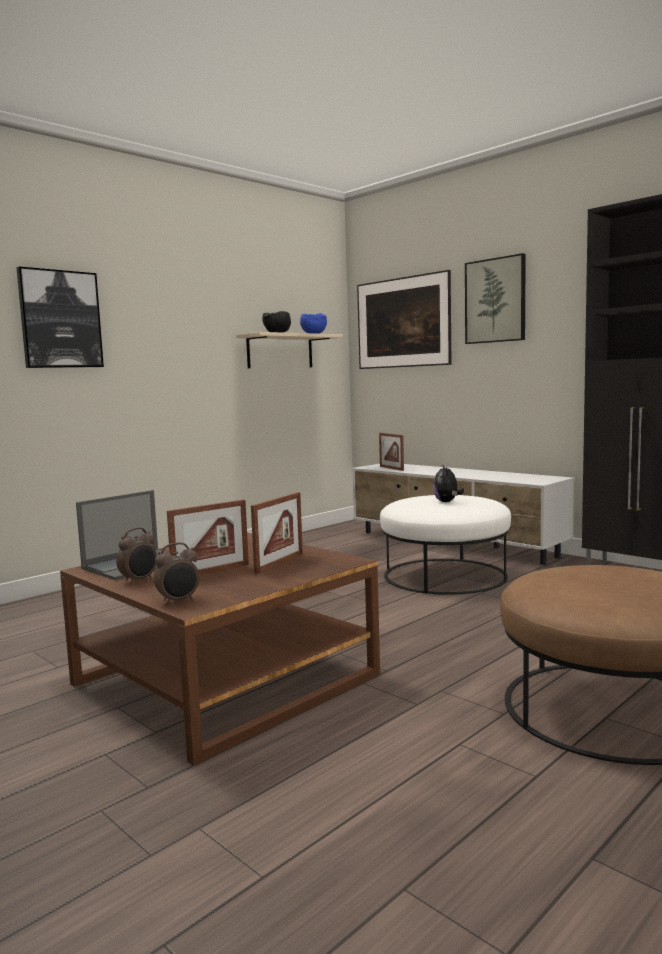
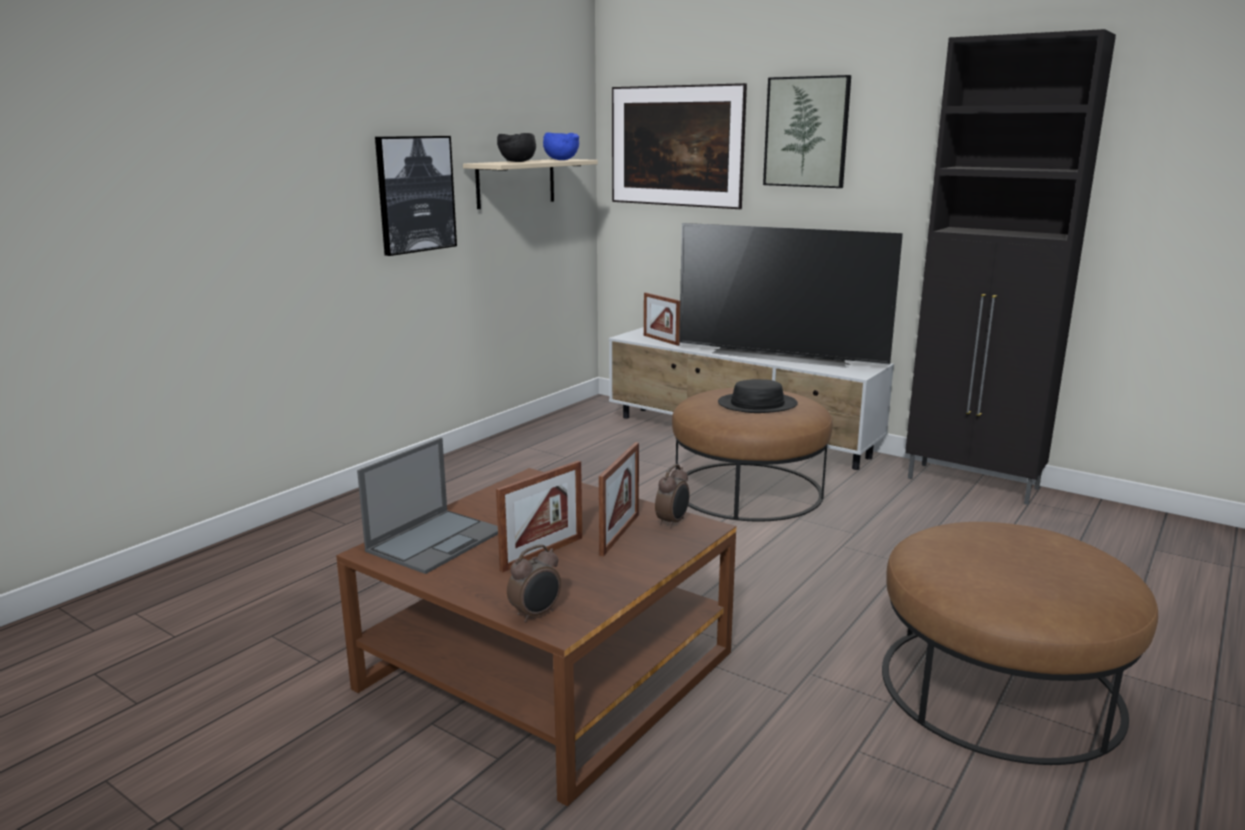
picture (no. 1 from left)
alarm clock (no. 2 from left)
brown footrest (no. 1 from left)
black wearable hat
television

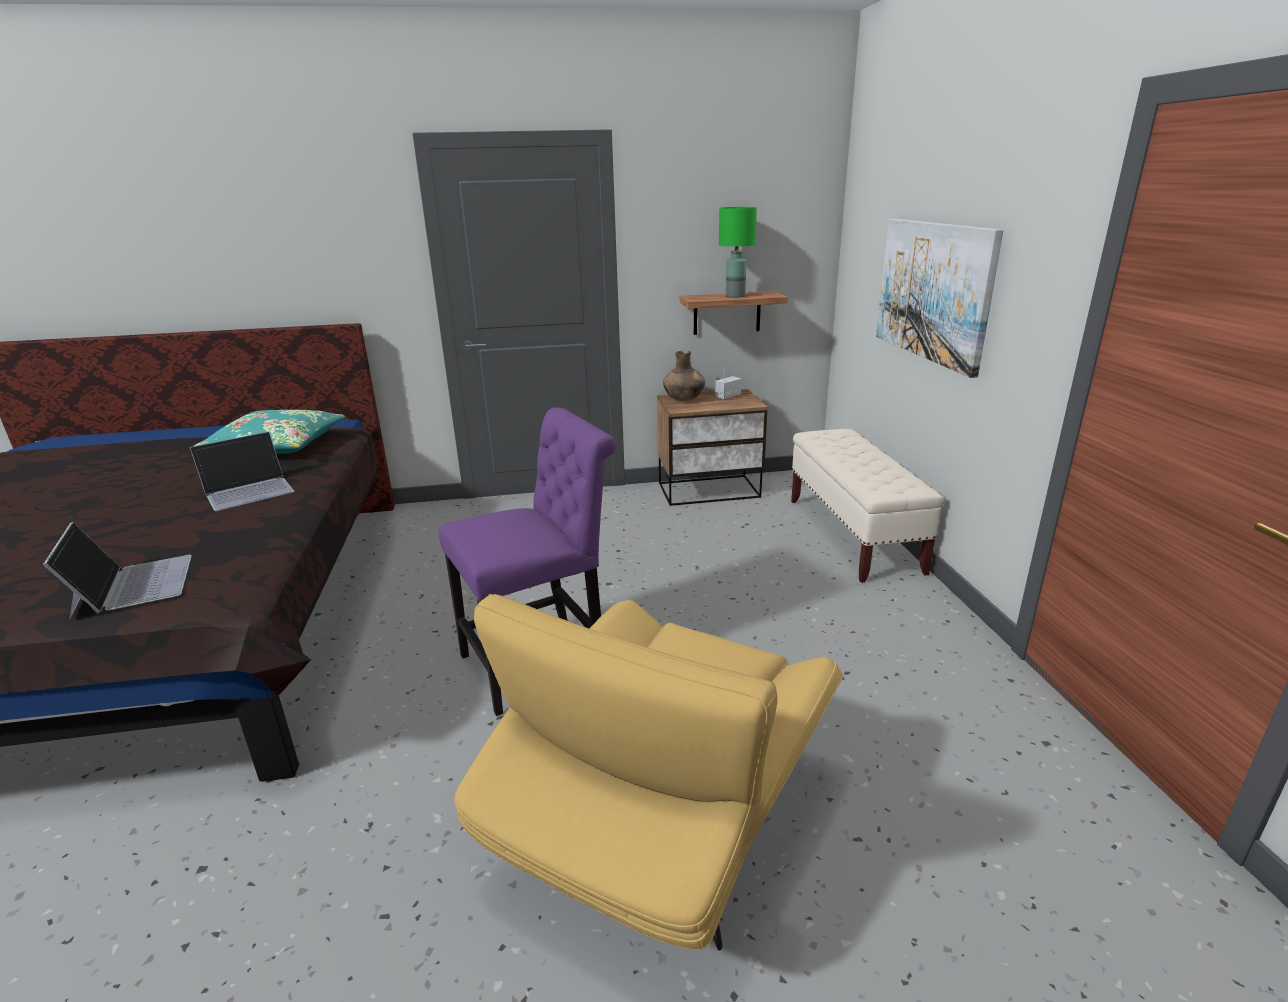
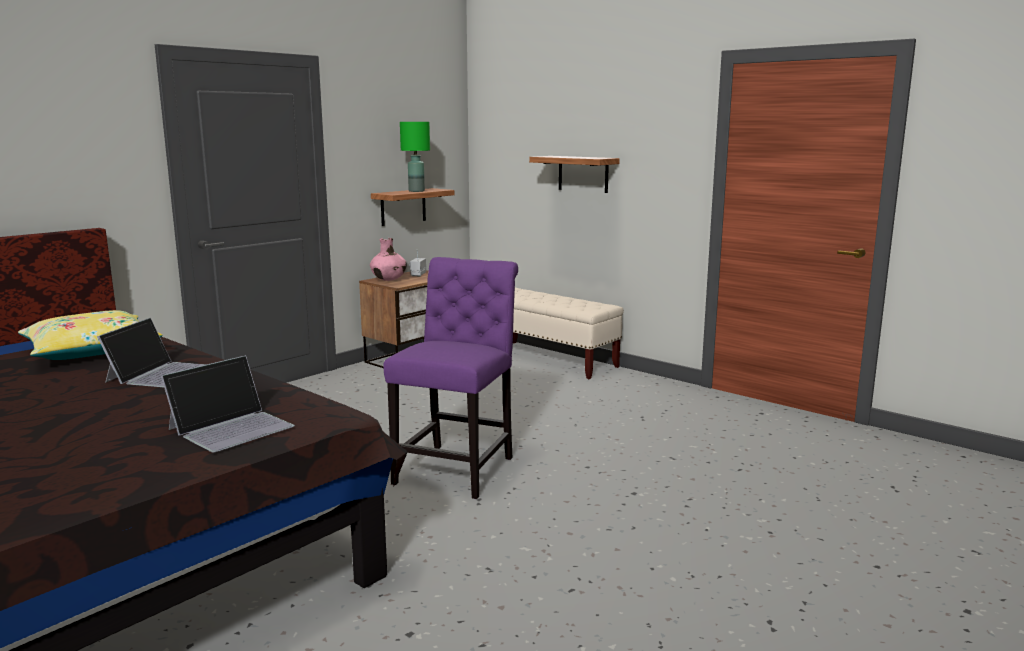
laptop (no. 2 from left)
yellowish pillow
yellowish easy chair
pink decorative vase
bracket shelf (no. 2 from left)

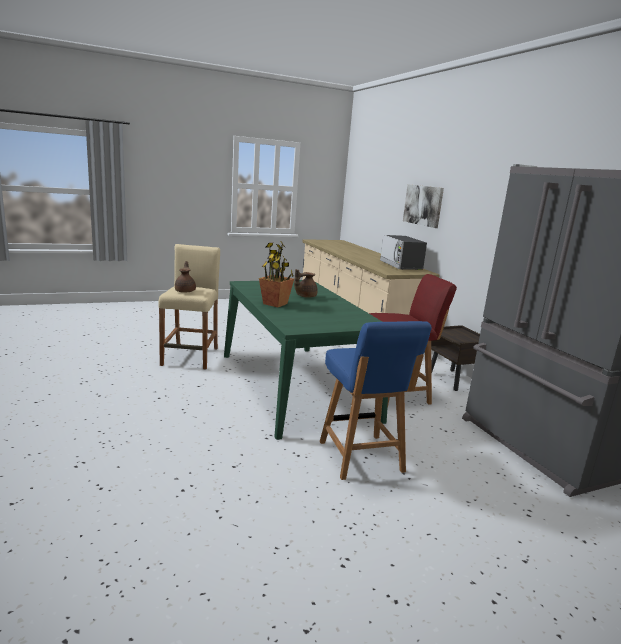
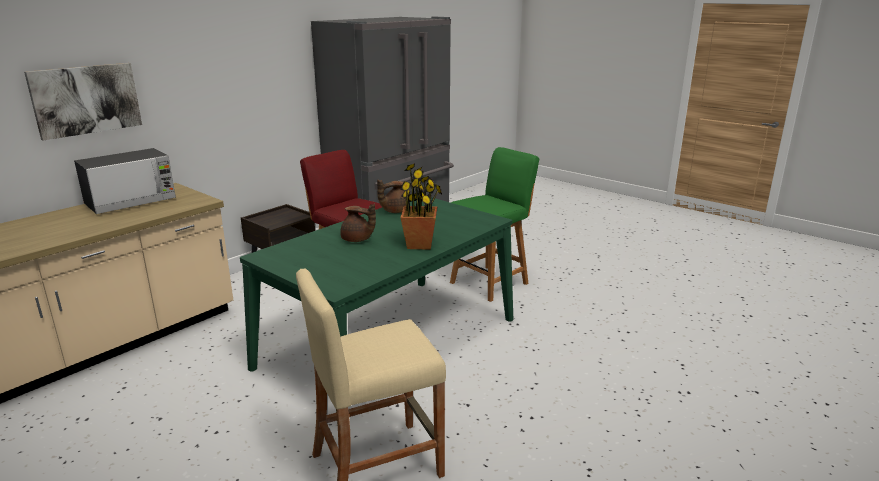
brown tea pot (no. 2 from left)
greenish chair

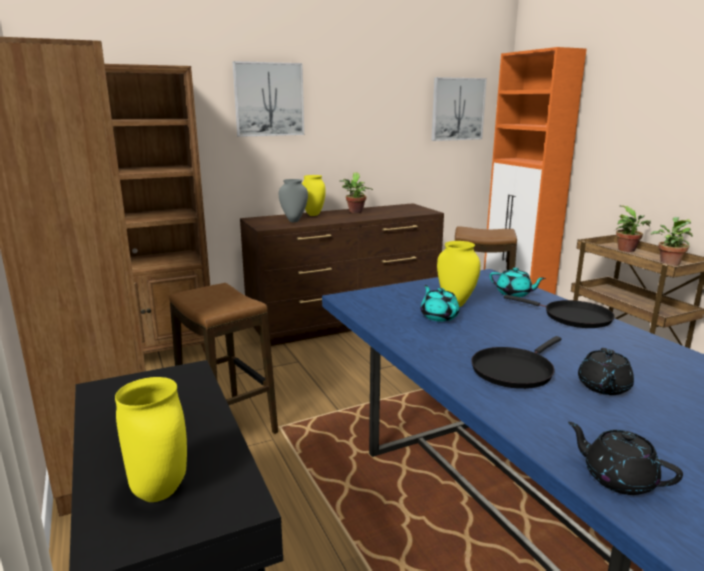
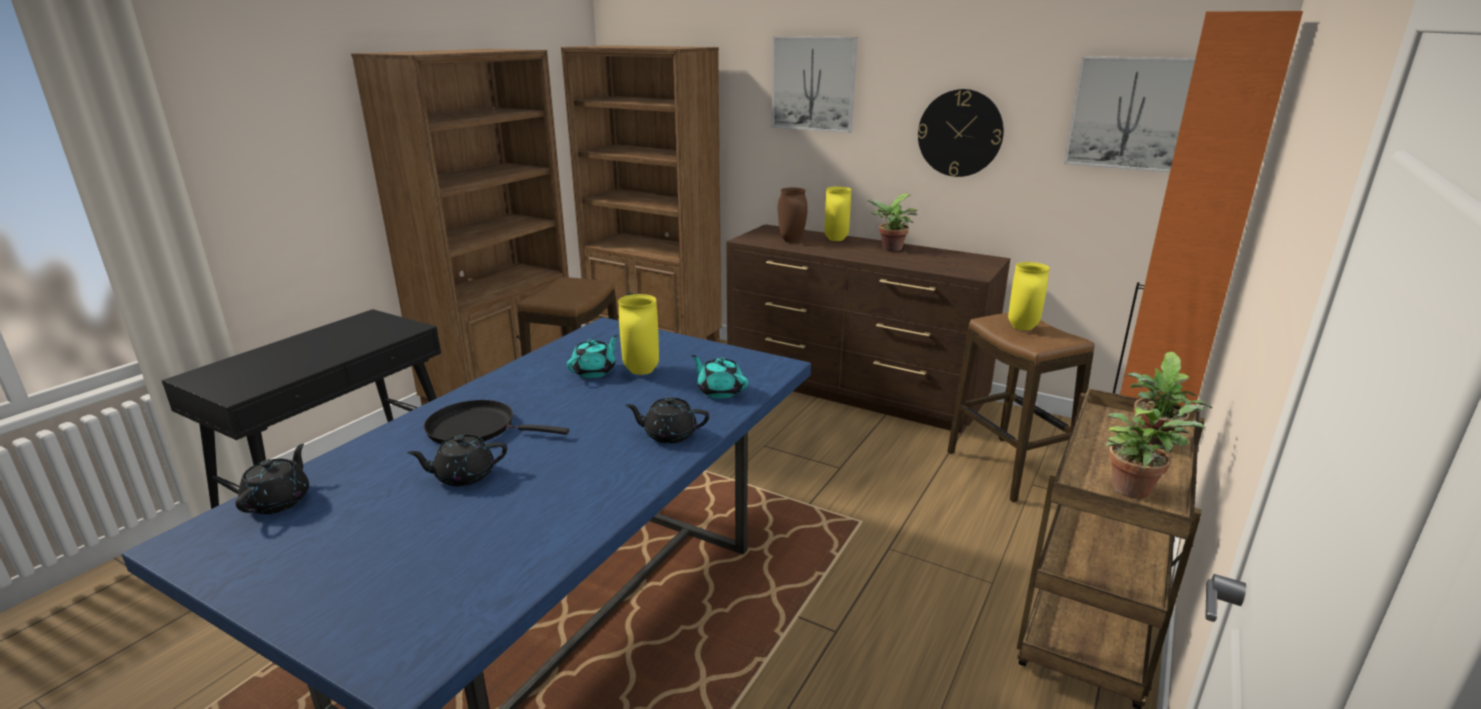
yellowish decorative vase (no. 3 from left)
brown decorative vase
blue-green tea pot (no. 2 from left)
black tea pot (no. 3 from left)
wall clock

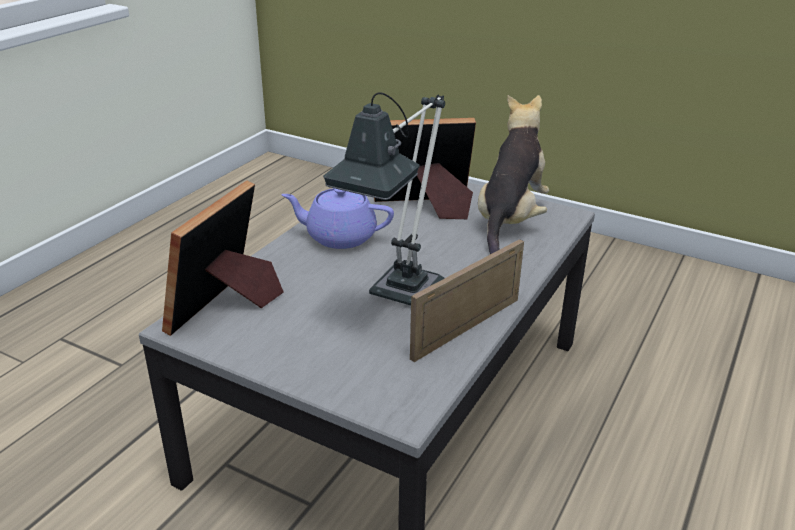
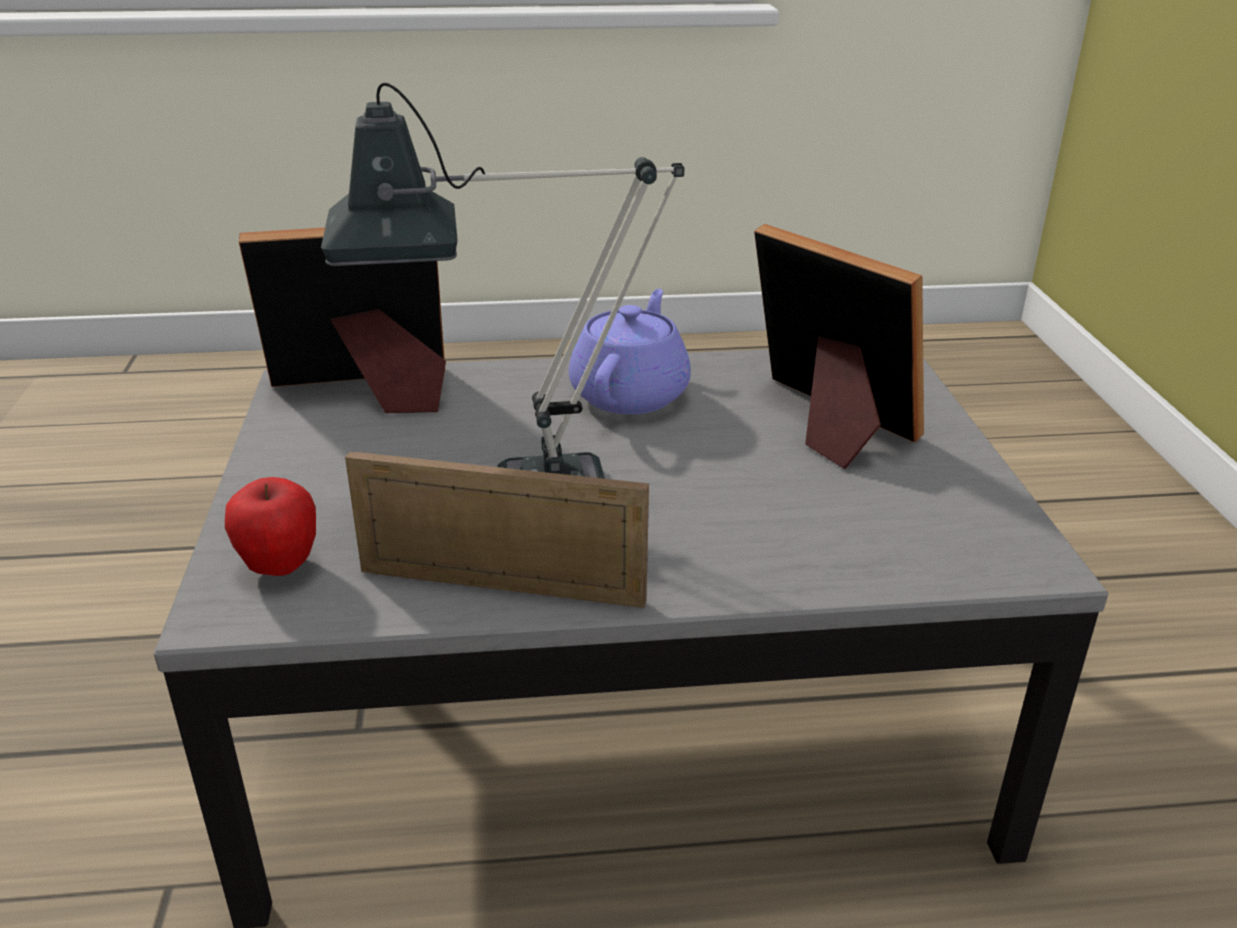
purple tea pot
plush toy
apple

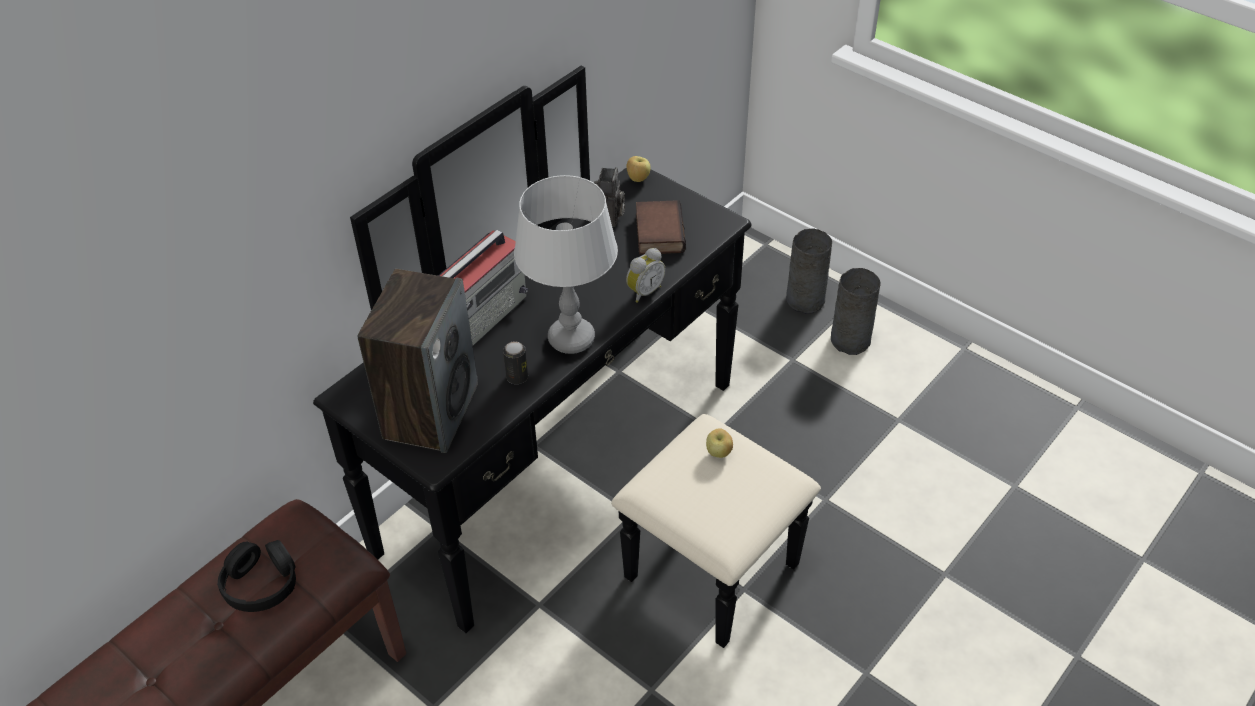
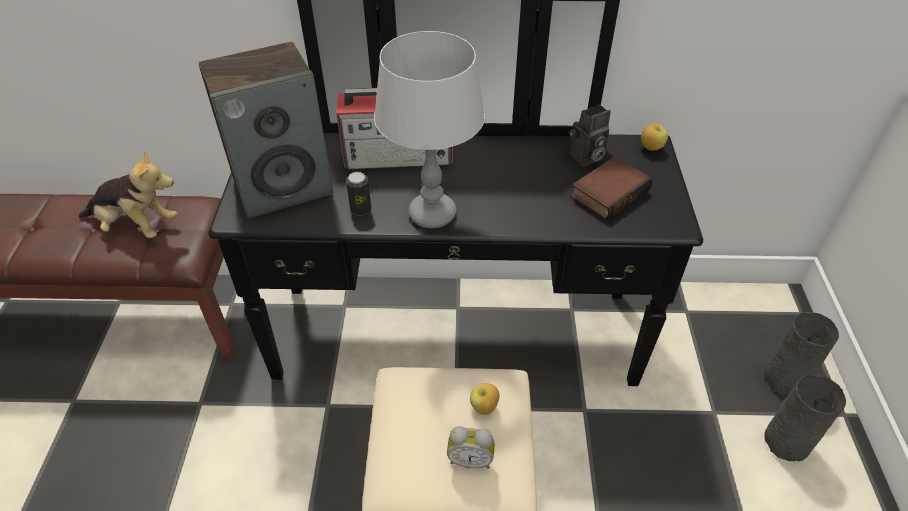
plush toy
alarm clock

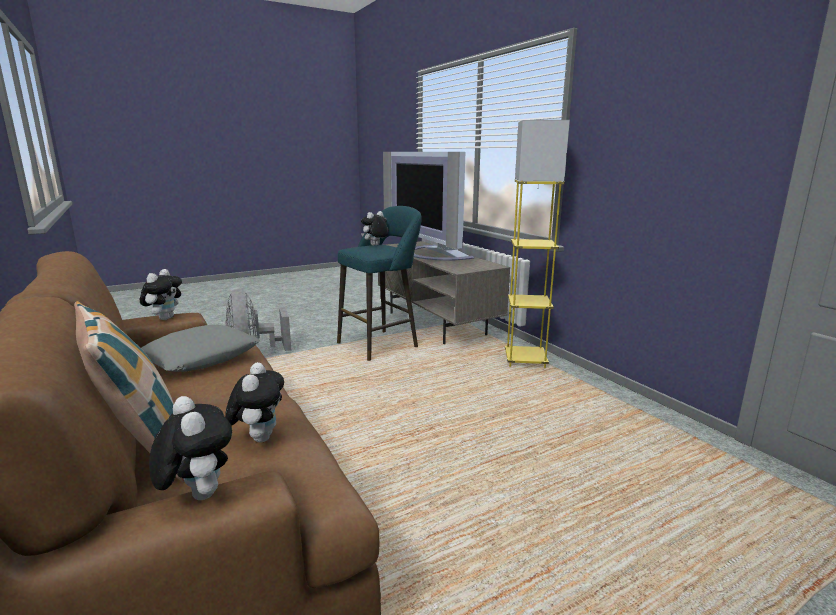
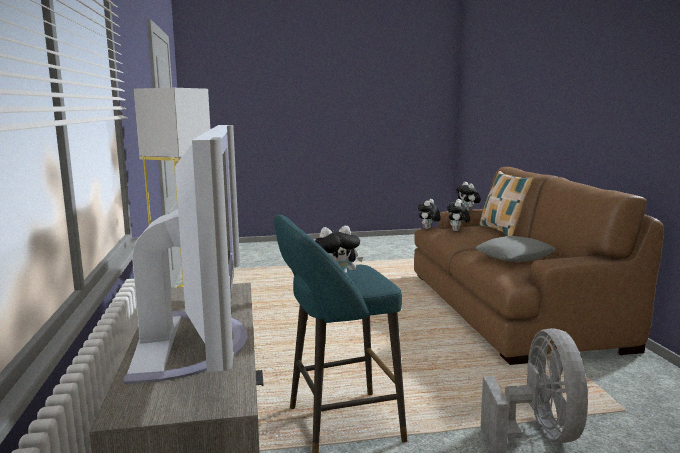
plush toy (no. 2 from left)

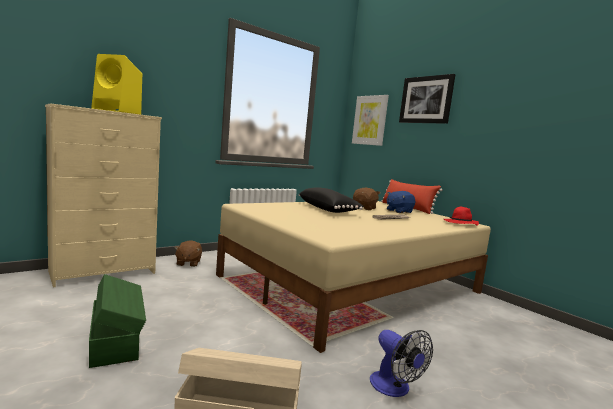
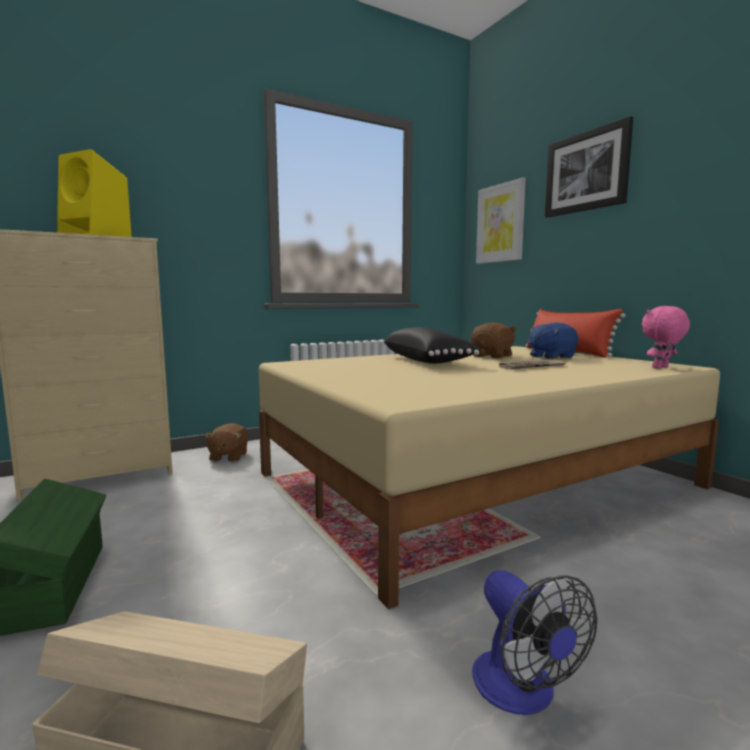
pink plush toy

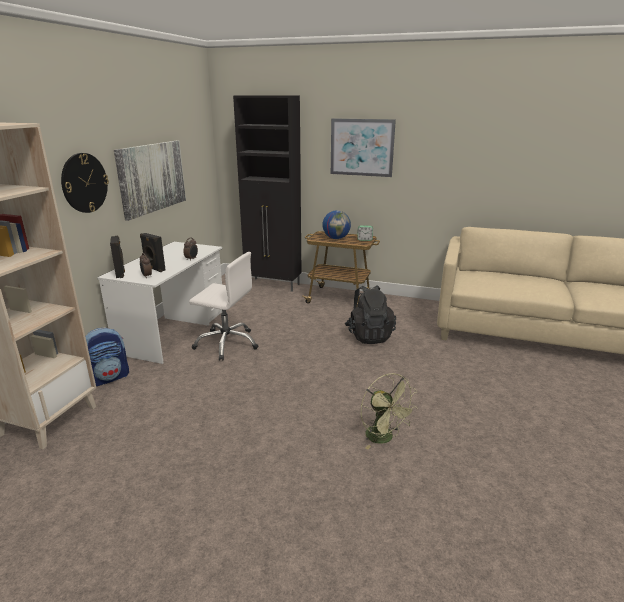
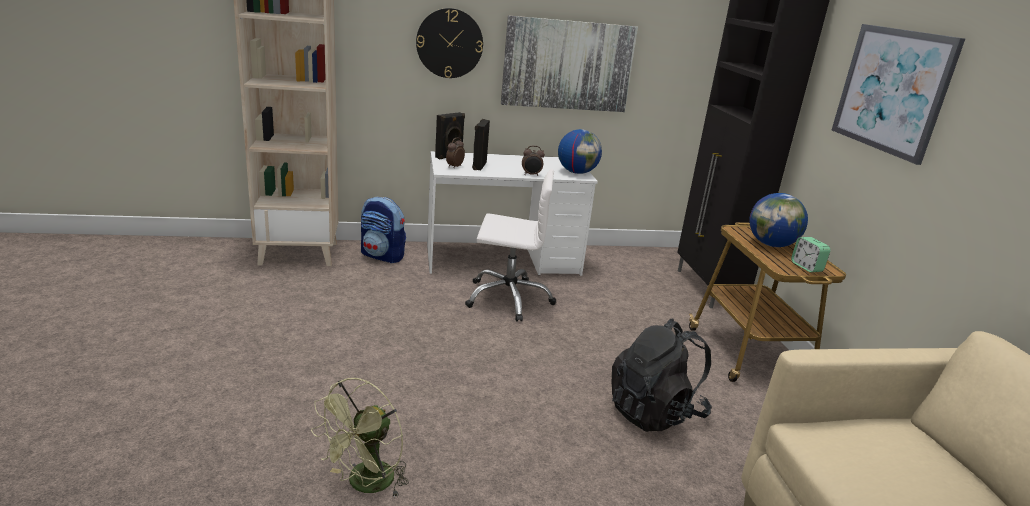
whitish desk chair
desk globe (no. 1 from left)

